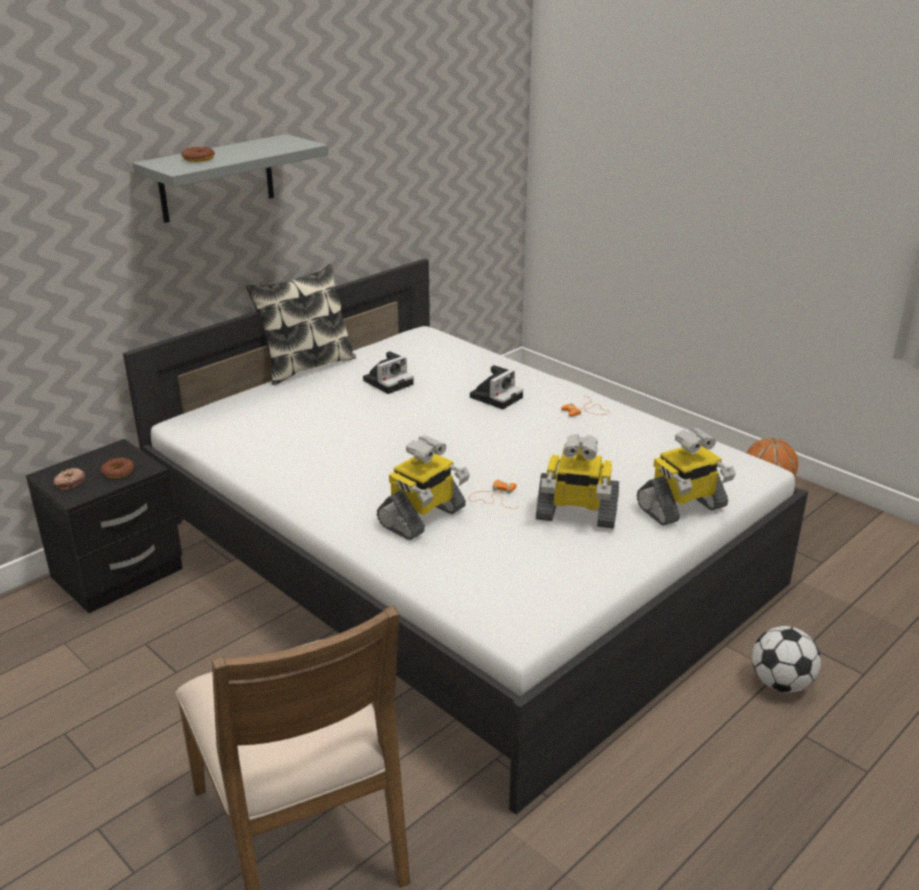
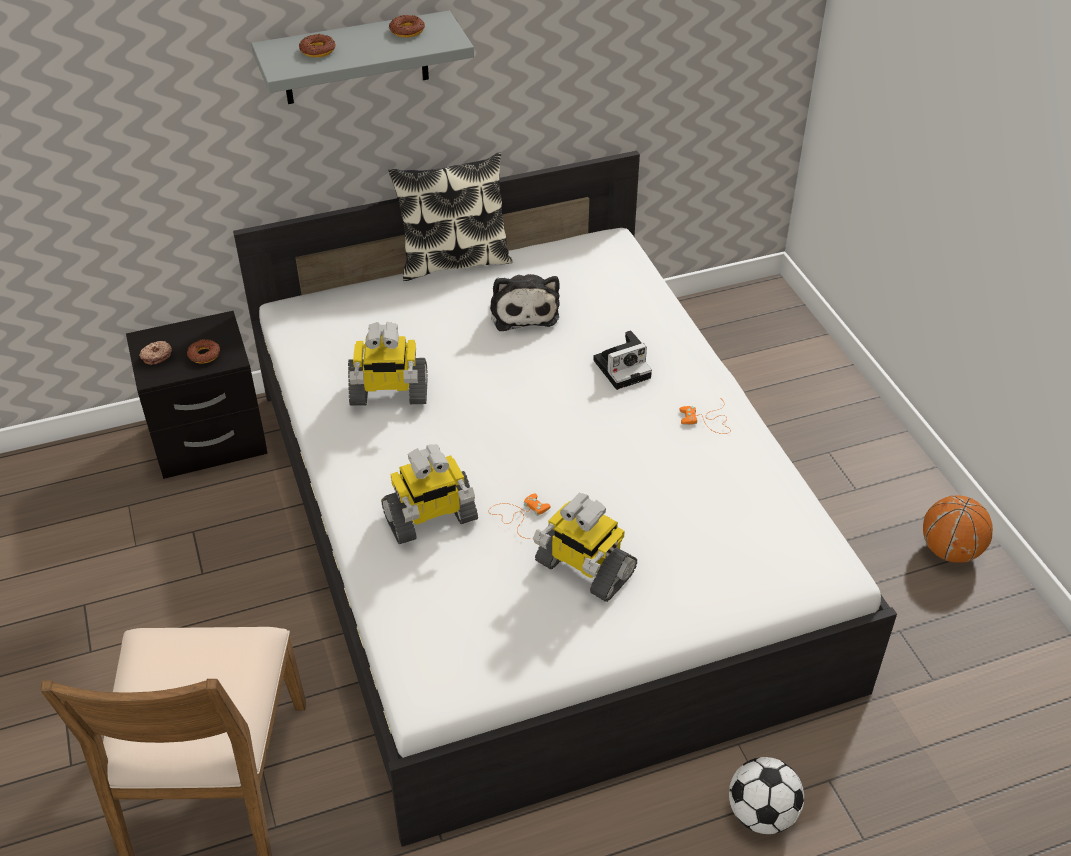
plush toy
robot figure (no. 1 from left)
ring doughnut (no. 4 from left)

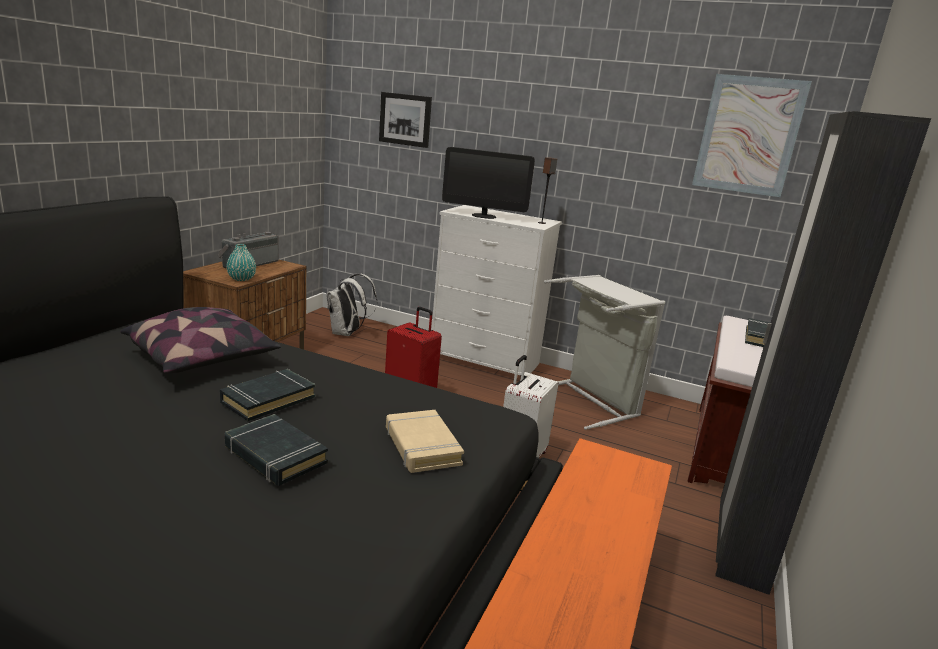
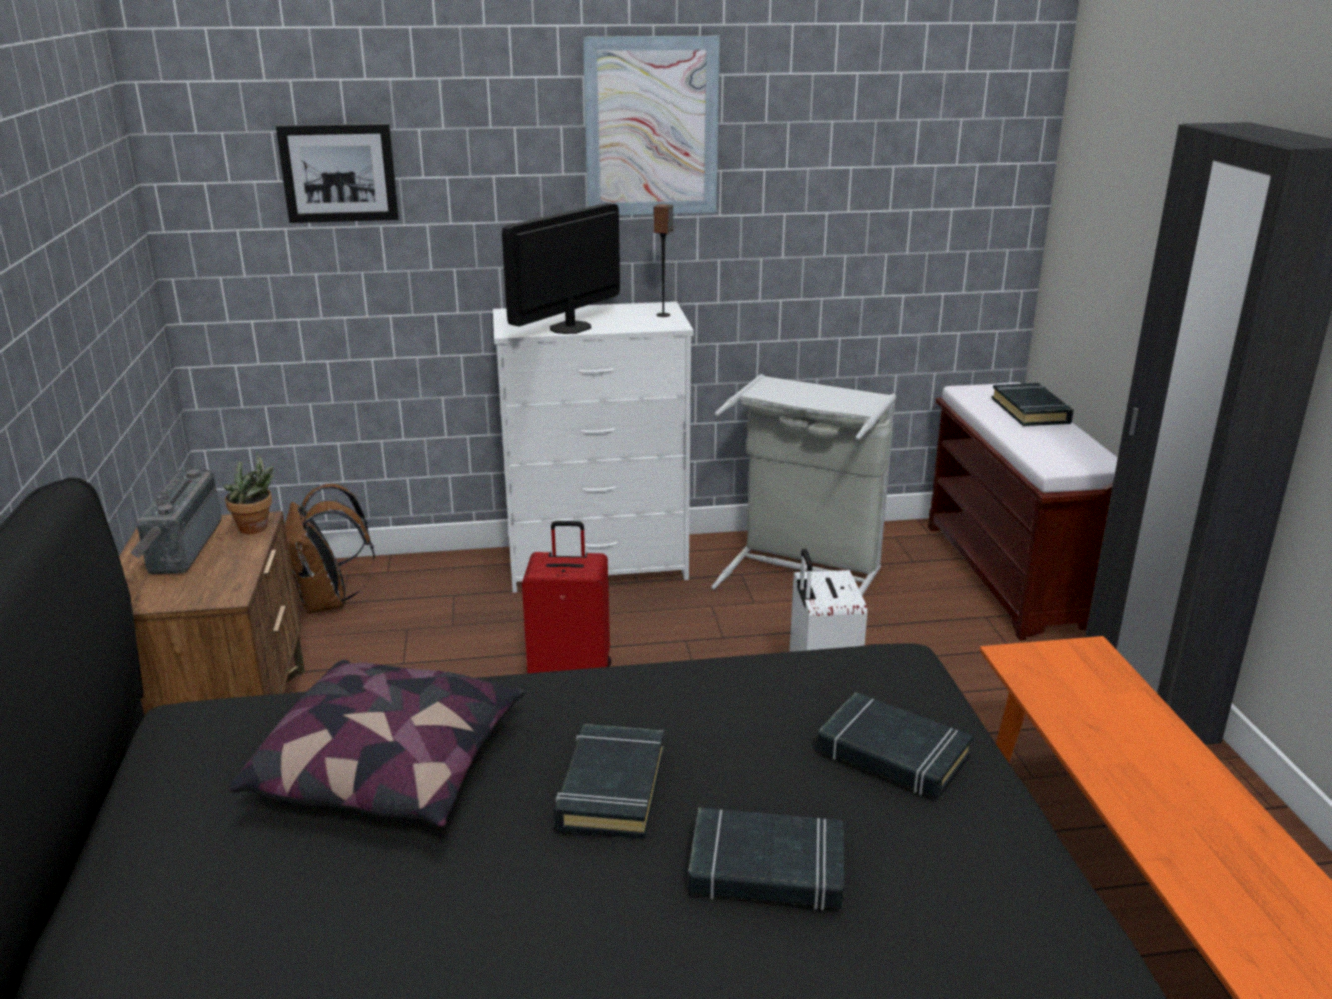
blue-green decorative vase
brown rucksack
black volume (no. 3 from left)
computer display
picture (no. 2 from left)
potted plant

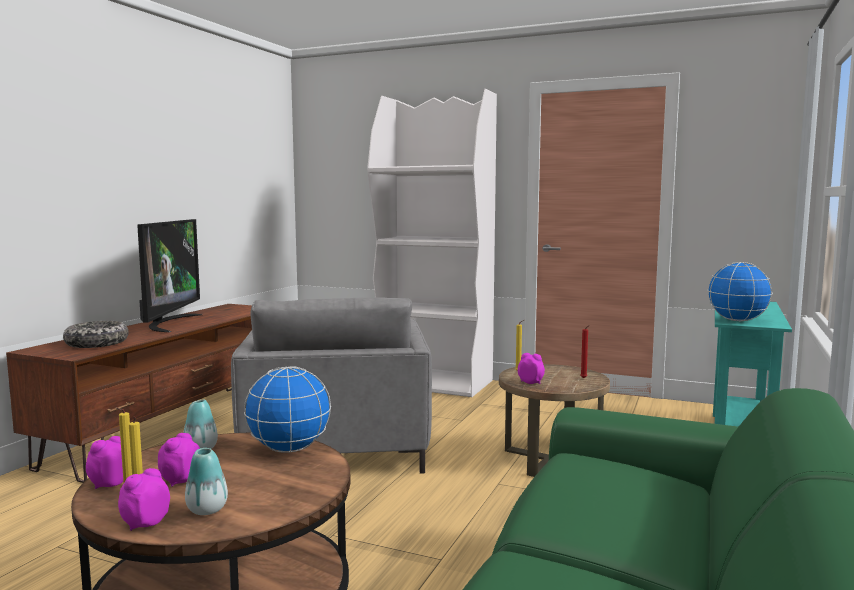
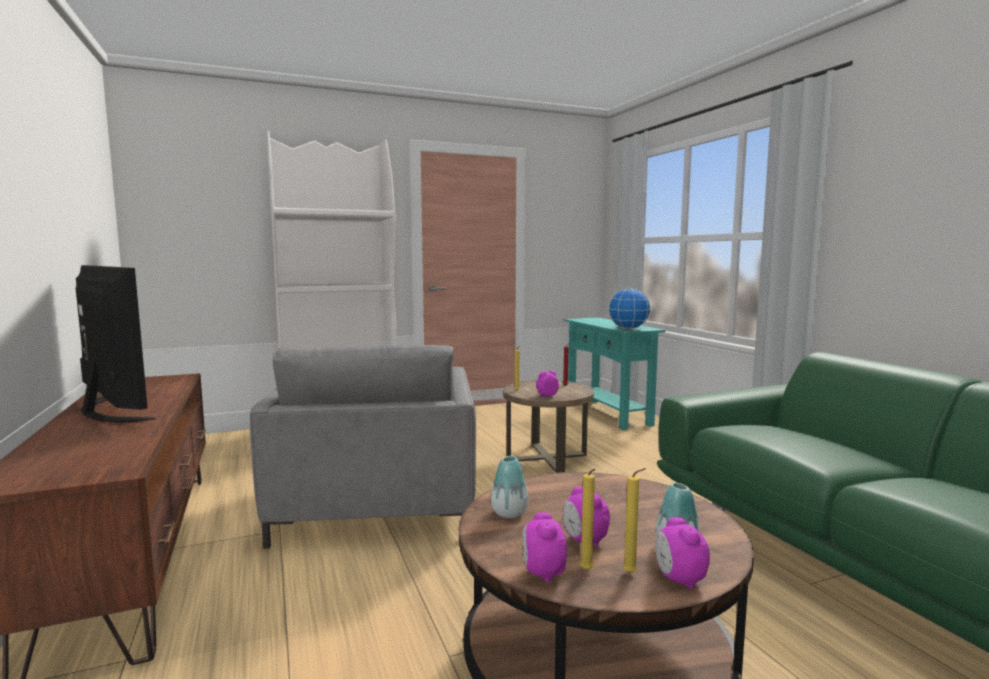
deep dish
gray easy chair
desk globe (no. 1 from left in the first image)

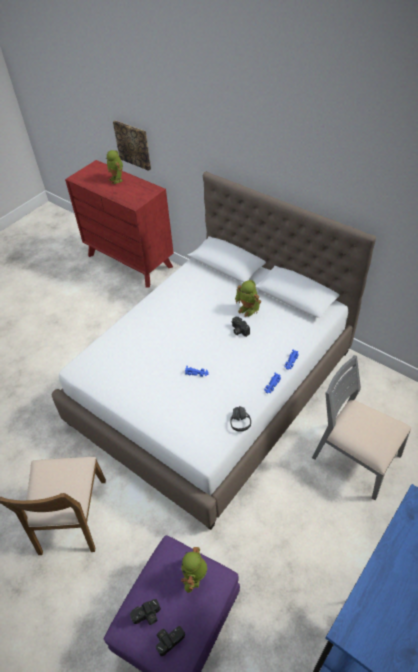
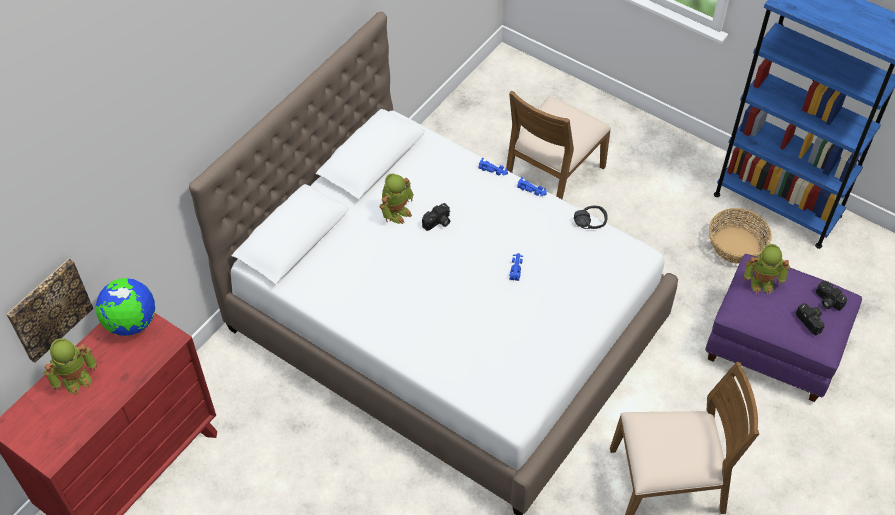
brown chair (no. 1 from left)
desk globe
basket

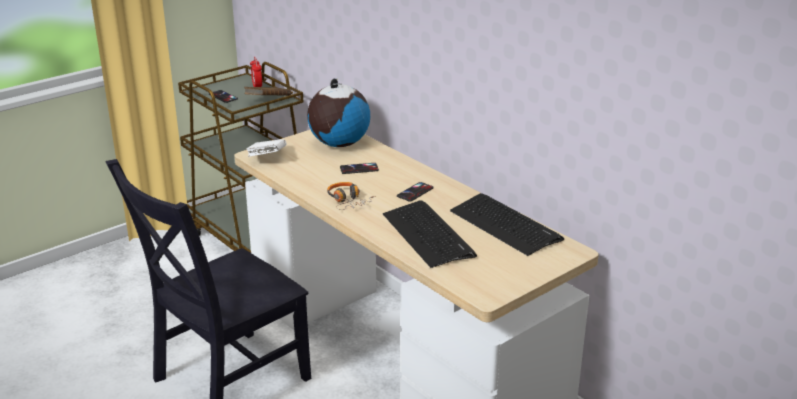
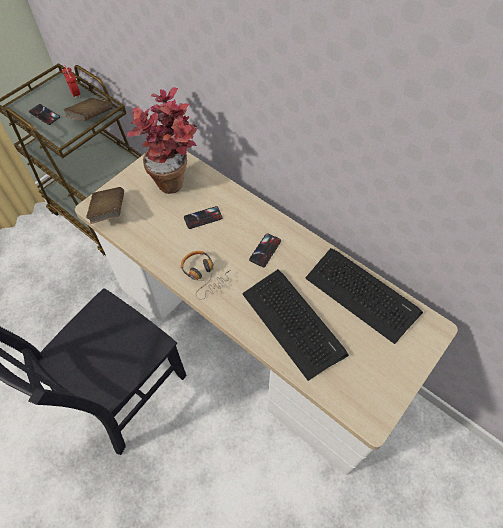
brown volume (no. 2 from left)
potted plant

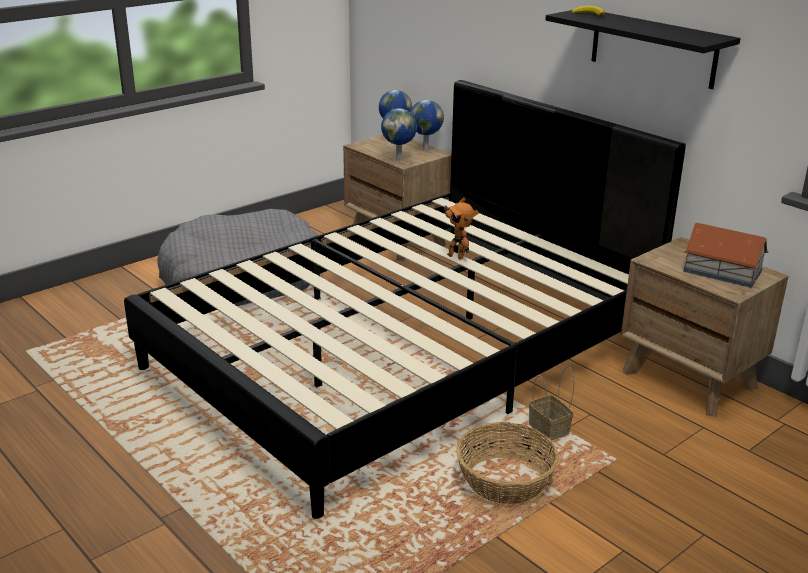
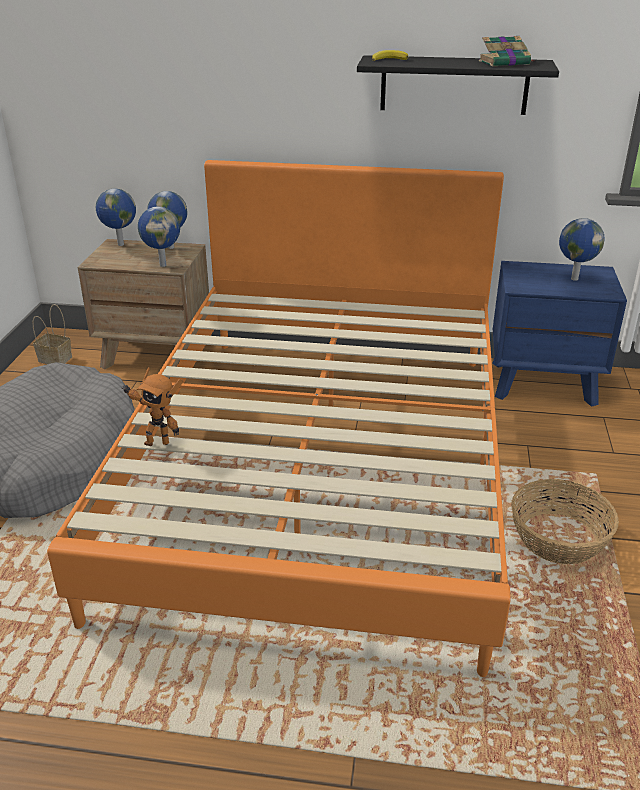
orange bedroom bed
robot figure
basket (no. 1 from left)
blue-coloured night table
desk globe (no. 4 from left)
volume

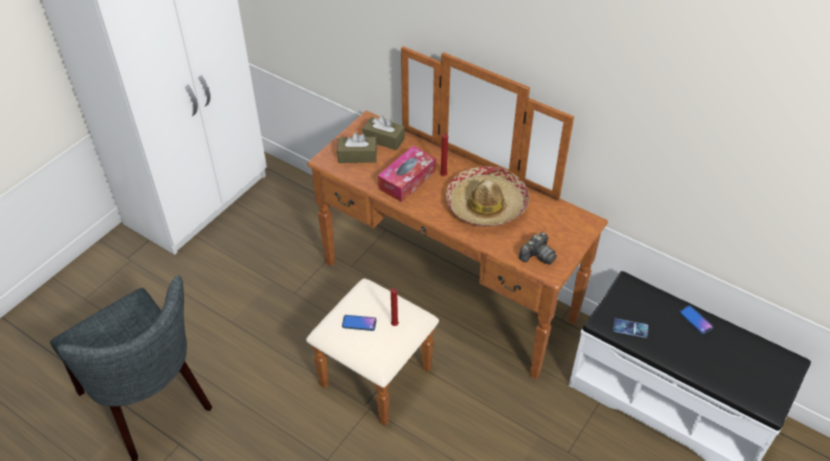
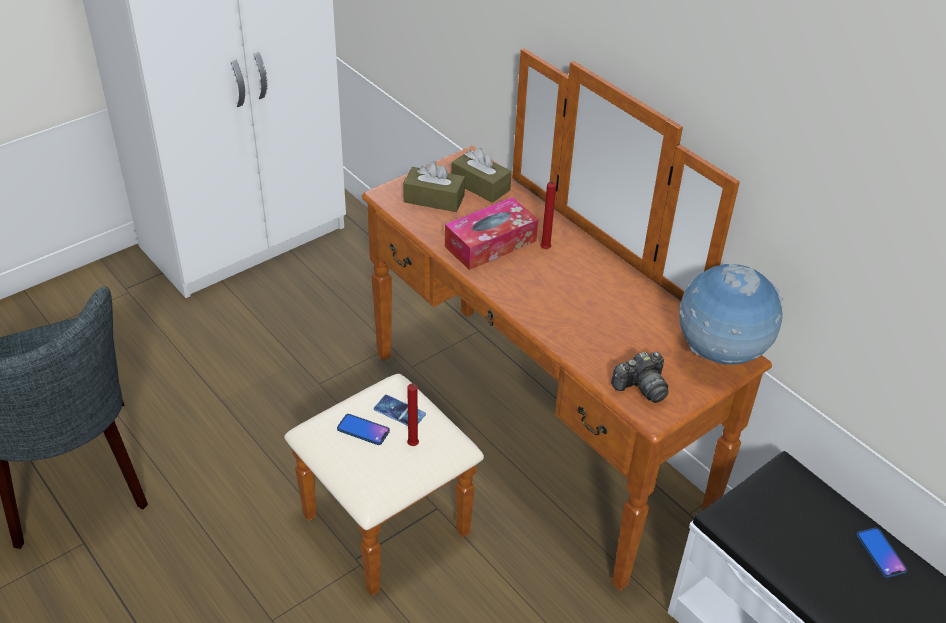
wearable hat
handset (no. 2 from left)
desk globe

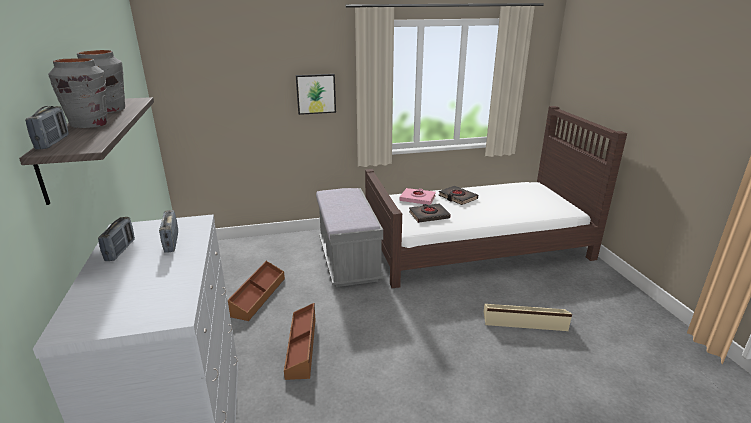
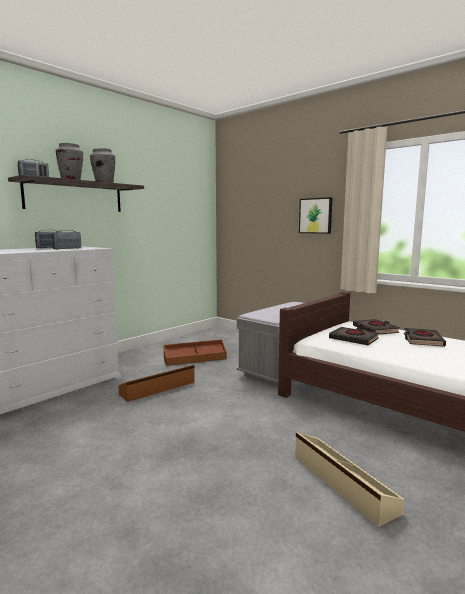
black volume (no. 2 from left)

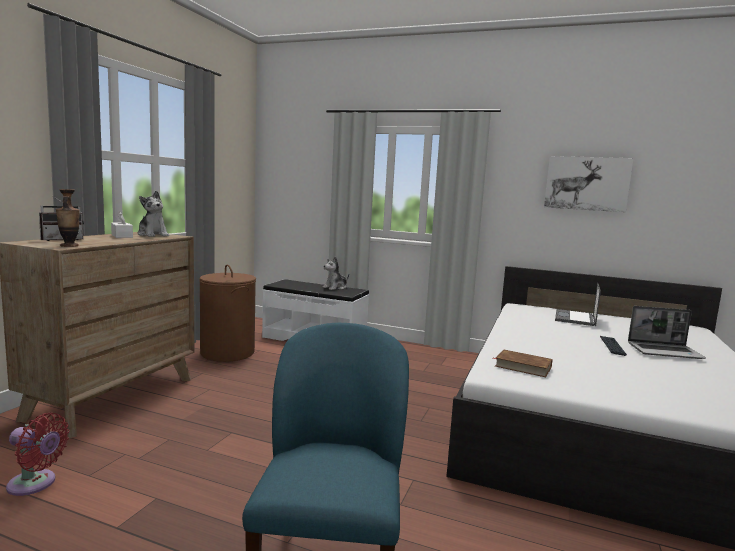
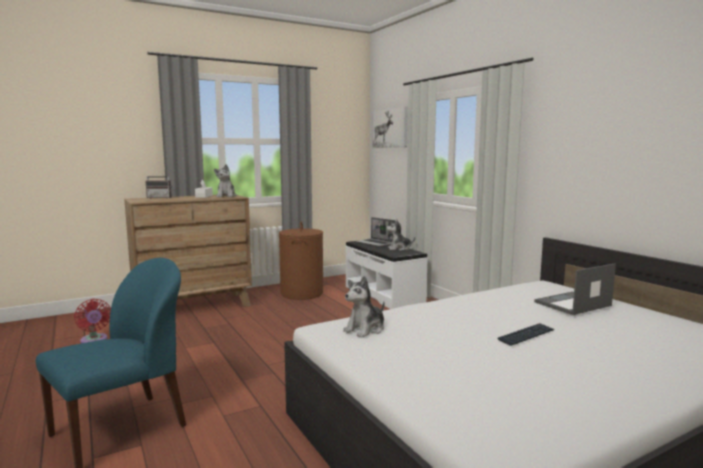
decorative vase
plush toy (no. 2 from left)
picture
laptop (no. 1 from left)

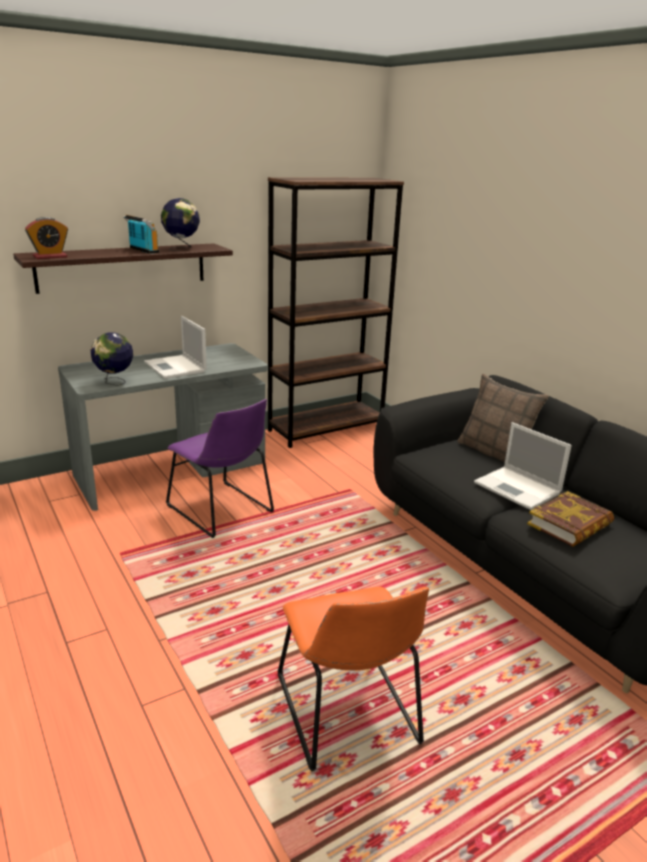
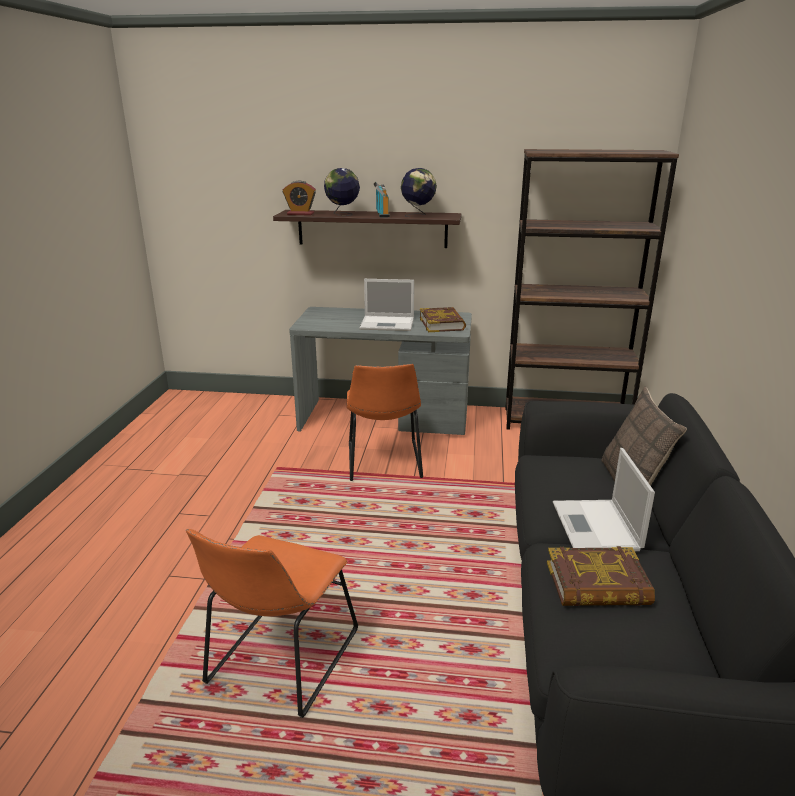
desk globe (no. 1 from left)
laptop (no. 1 from left)
orange chair (no. 2 from left)
volume (no. 1 from left)

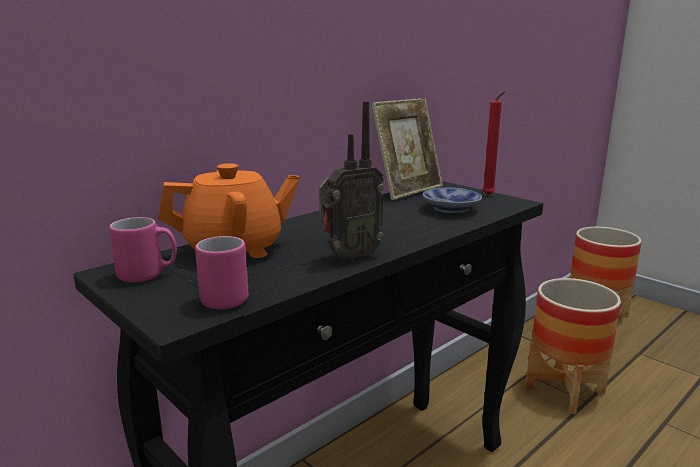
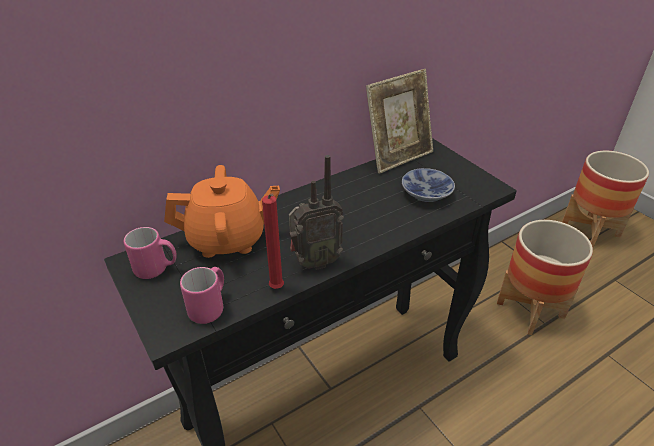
red-coloured wax candle

